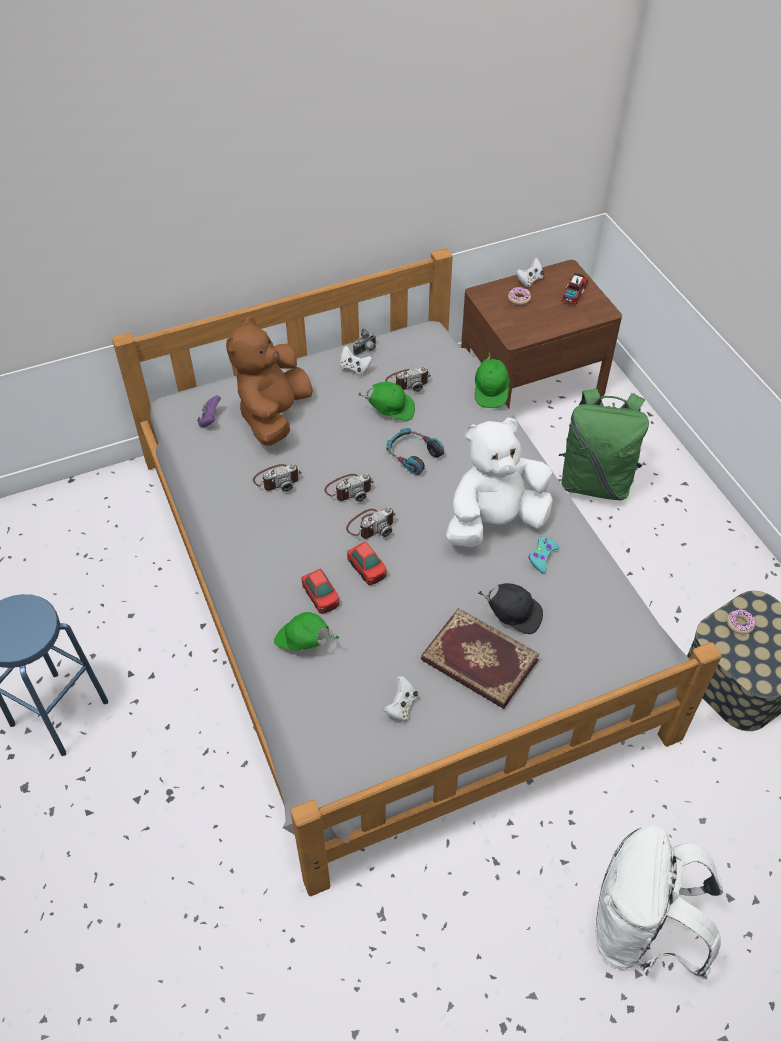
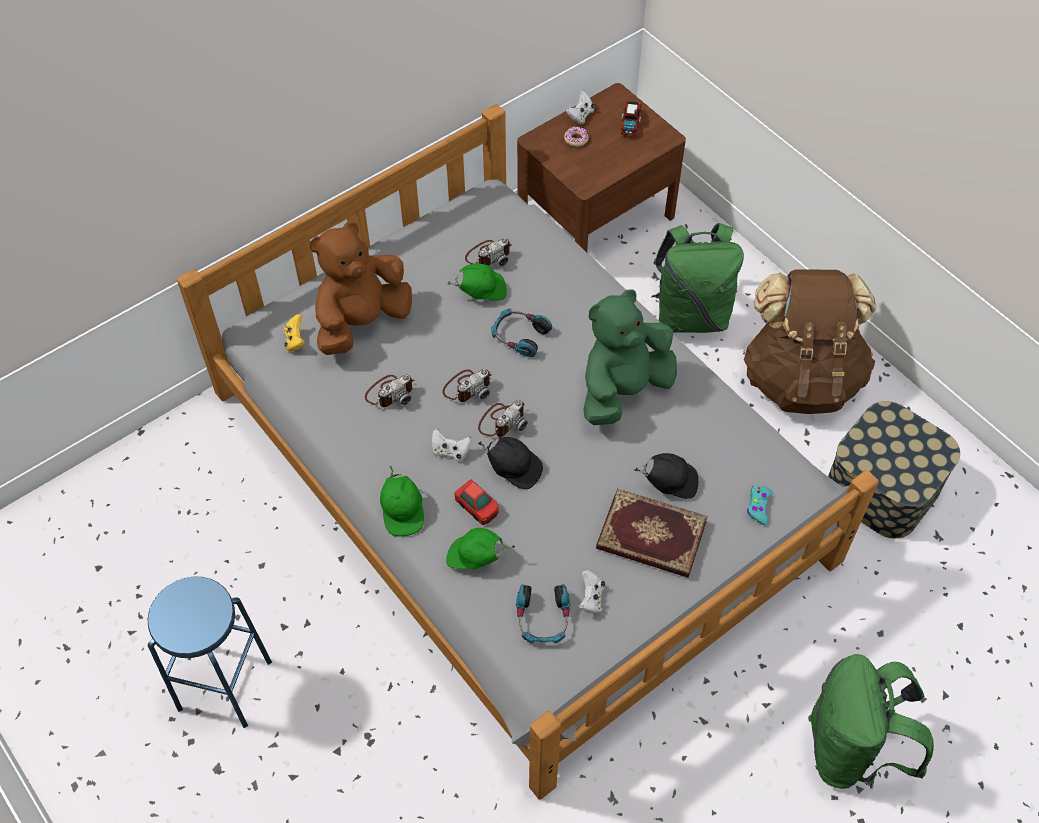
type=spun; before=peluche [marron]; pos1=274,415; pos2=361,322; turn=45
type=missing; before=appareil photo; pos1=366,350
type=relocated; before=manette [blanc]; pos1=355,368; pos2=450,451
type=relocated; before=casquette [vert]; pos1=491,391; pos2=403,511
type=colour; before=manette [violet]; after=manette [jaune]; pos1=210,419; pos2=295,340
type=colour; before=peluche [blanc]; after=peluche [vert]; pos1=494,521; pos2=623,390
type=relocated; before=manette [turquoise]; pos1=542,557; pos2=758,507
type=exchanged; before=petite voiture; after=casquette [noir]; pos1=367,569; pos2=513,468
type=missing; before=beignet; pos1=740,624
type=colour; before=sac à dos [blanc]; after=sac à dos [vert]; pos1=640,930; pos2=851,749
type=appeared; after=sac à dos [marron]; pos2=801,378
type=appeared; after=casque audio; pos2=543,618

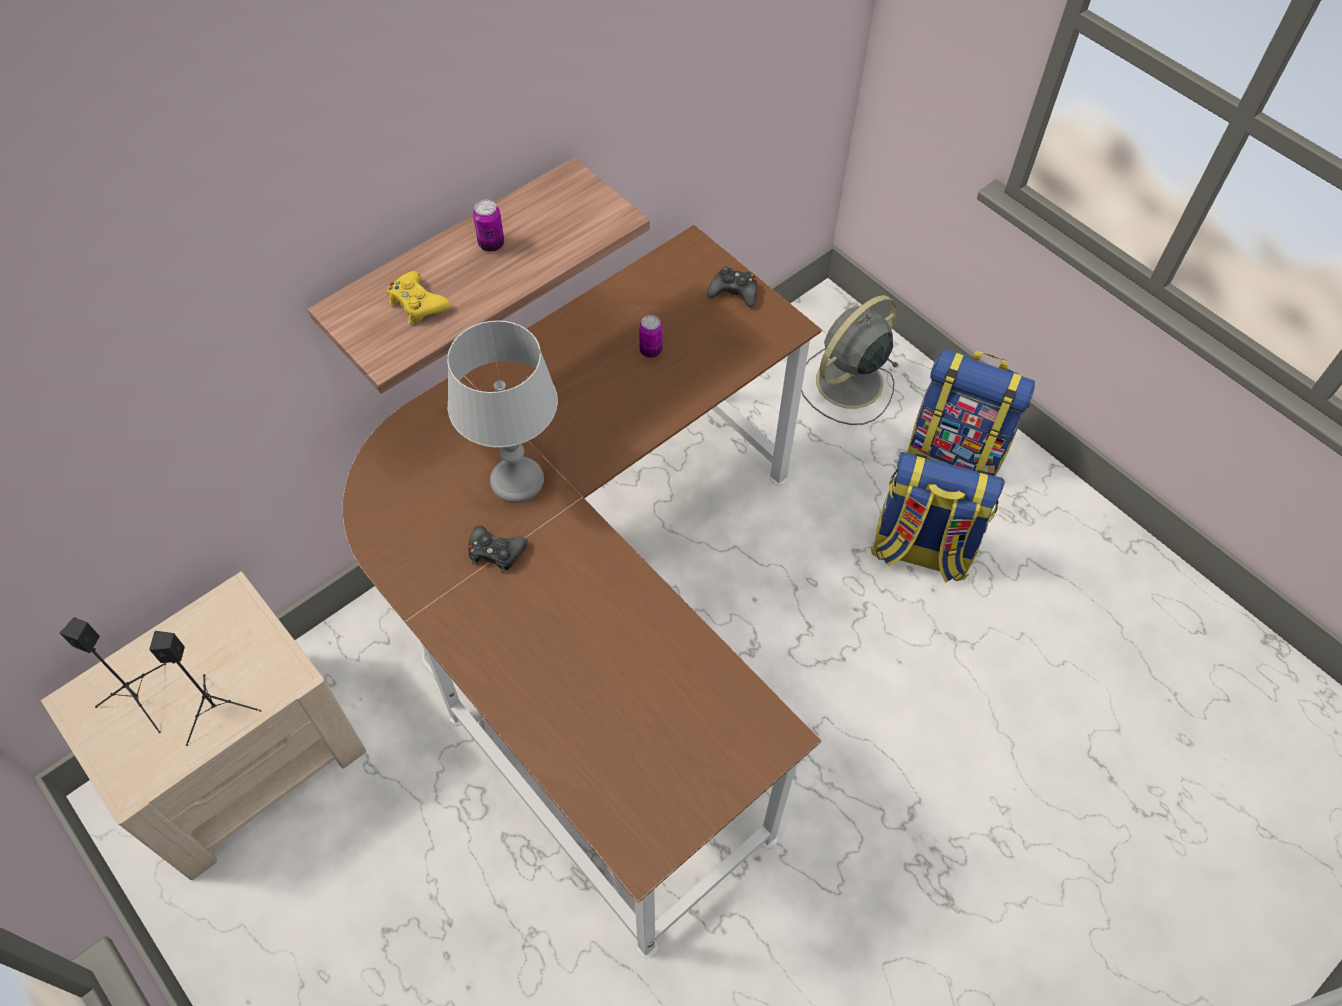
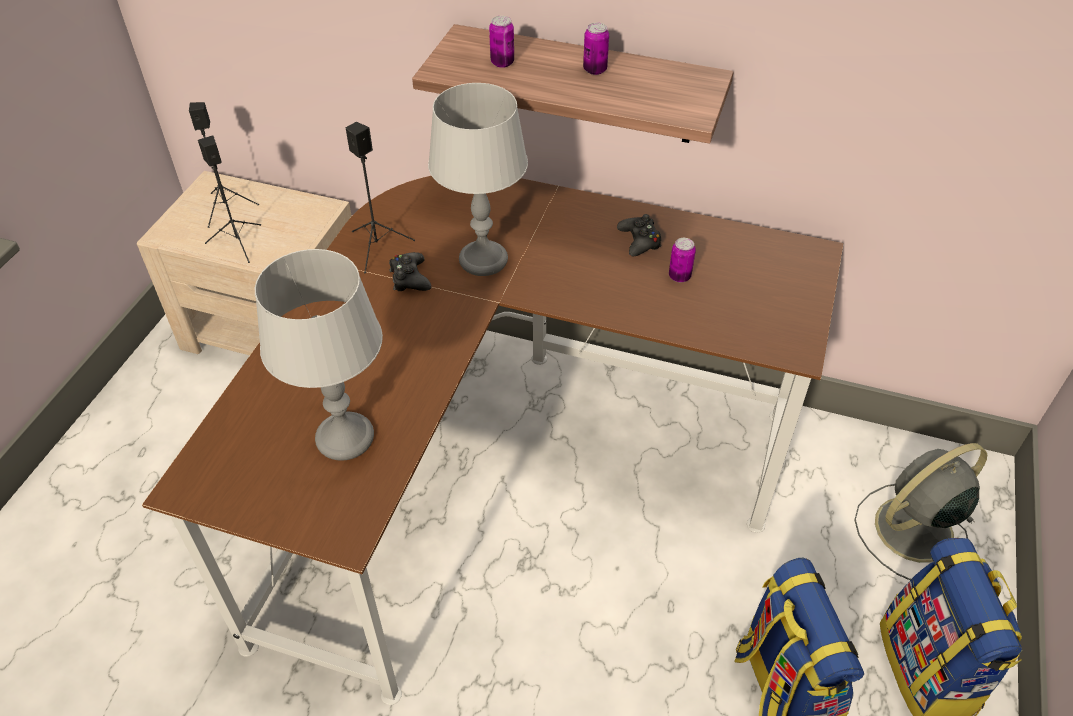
type=relocated; before=manette [noir]; pos1=734,292; pos2=639,241
type=exchanged; before=manette [jaune]; after=boîte métallique; pos1=417,304; pos2=502,63
type=spun; before=ventilateur [gris]; pos1=847,384; pos2=911,531; turn=-45
type=appeared; after=enceinte [noir]; pos2=378,247
type=appeared; after=lampe de table [gris]; pos2=345,438

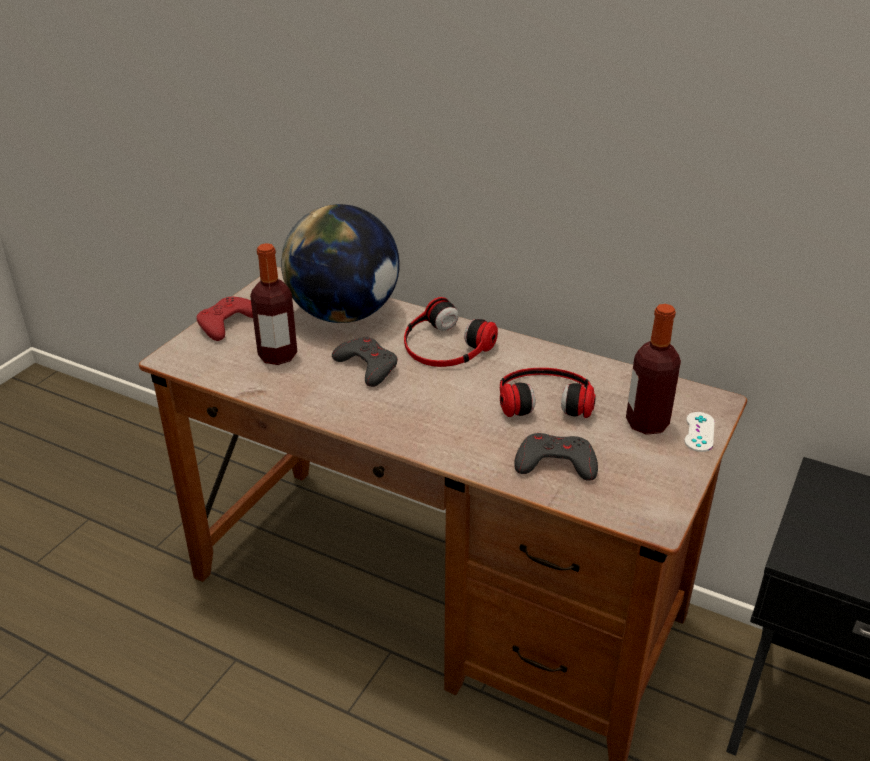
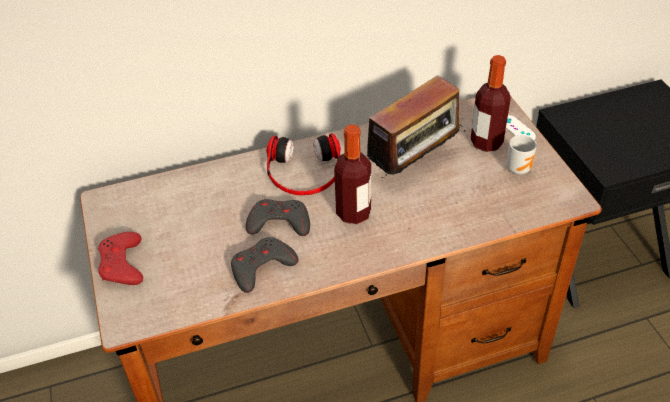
type=missing; before=globe; pos1=344,314
type=relocated; before=bouteille; pos1=277,356; pos2=353,213
type=exchanged; before=casque audio; after=radio; pos1=544,398; pos2=414,165
type=relocated; before=manette [gris]; pos1=555,463; pos2=262,267
type=appeared; after=mug; pos2=519,168

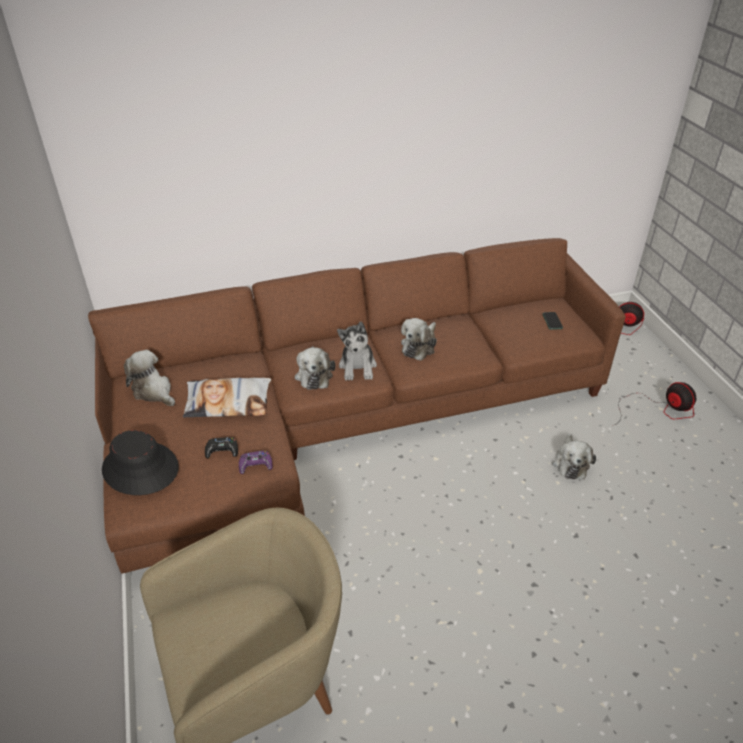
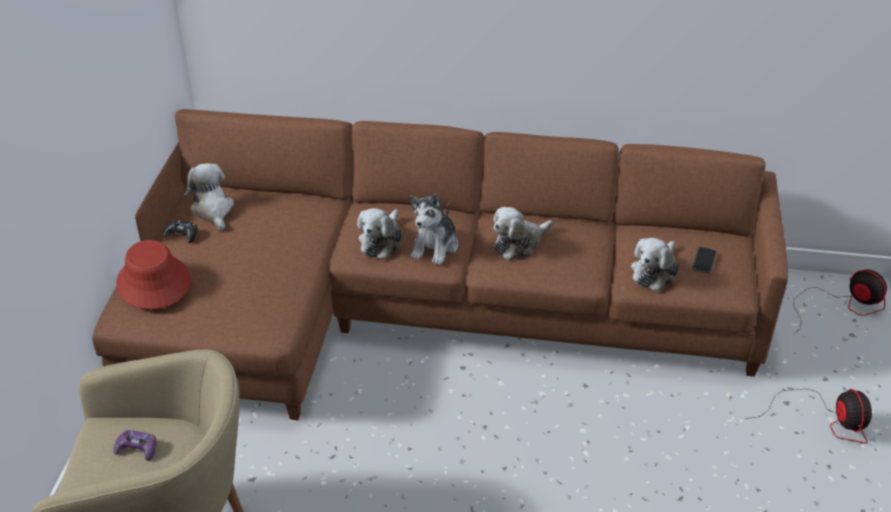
type=missing; before=coussin; pos1=228,402
type=colour; before=chapeau [noir]; after=chapeau [rouge]; pos1=140,469; pos2=153,282
type=relocated; before=peluche; pos1=570,463; pos2=654,272
type=relocated; before=manette [noir]; pos1=222,451; pos2=182,234
type=relocated; before=manette [violet]; pos1=255,465; pos2=137,449

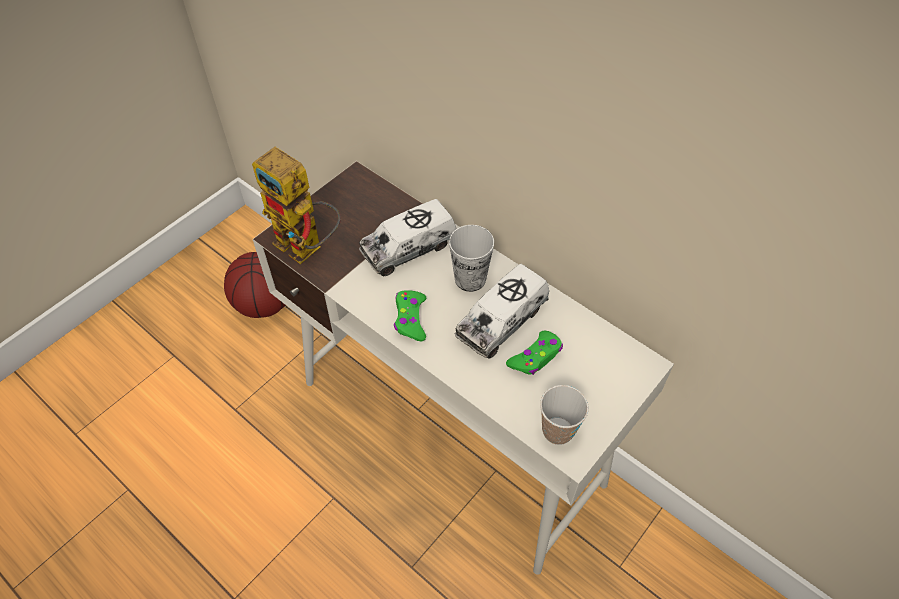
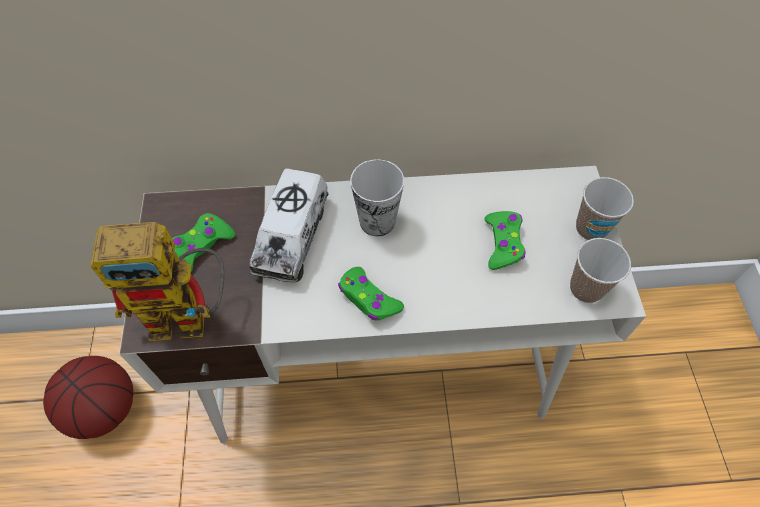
type=missing; before=camion jouet; pos1=502,321
type=appeared; after=tasse; pos2=591,228
type=appeared; after=manette [vert]; pos2=201,246

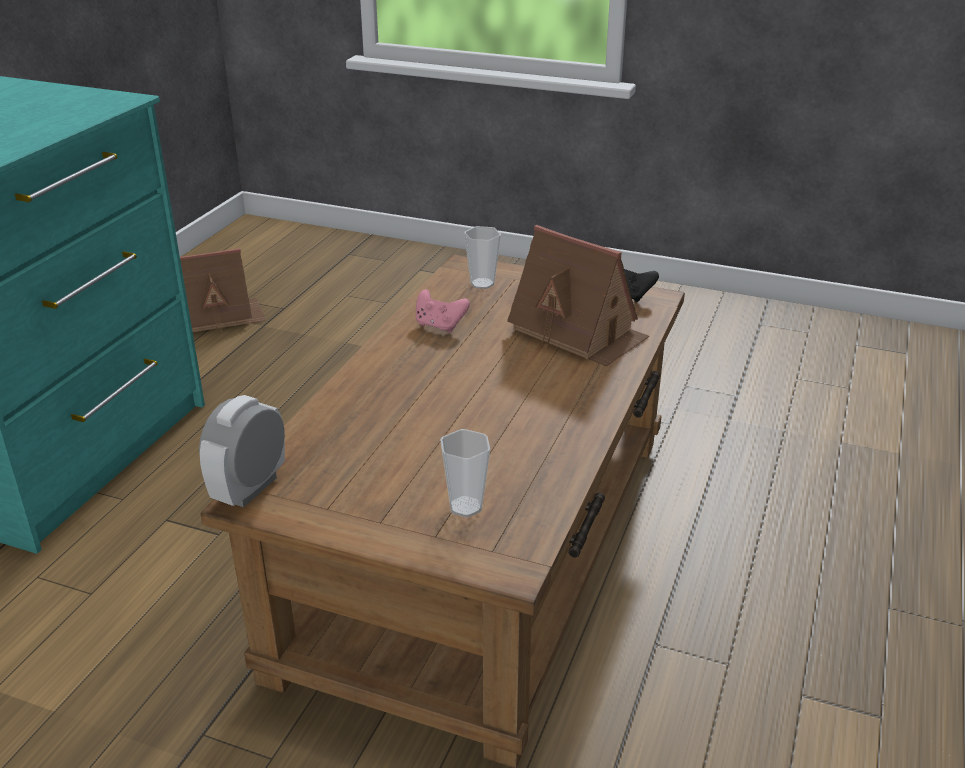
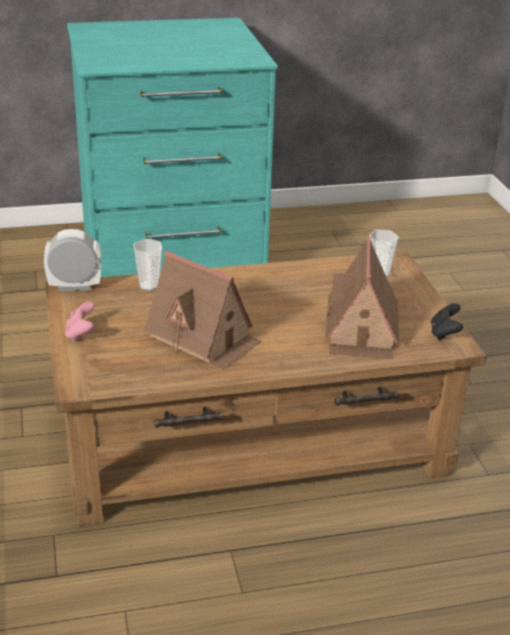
type=relocated; before=maison miniature; pos1=219,316; pos2=203,338
type=relocated; before=manette [rose]; pos1=439,326; pos2=80,334
type=relocated; before=tasse; pos1=465,507; pos2=149,286

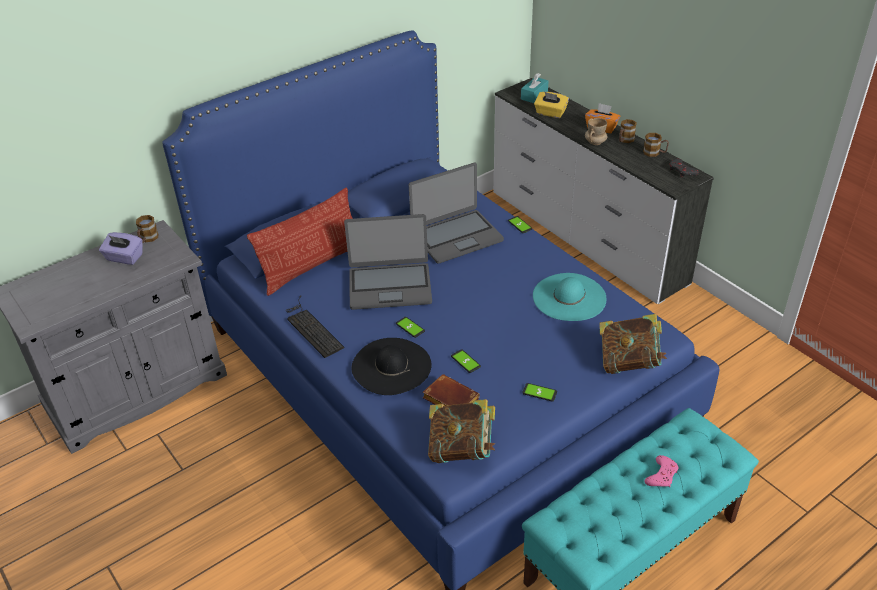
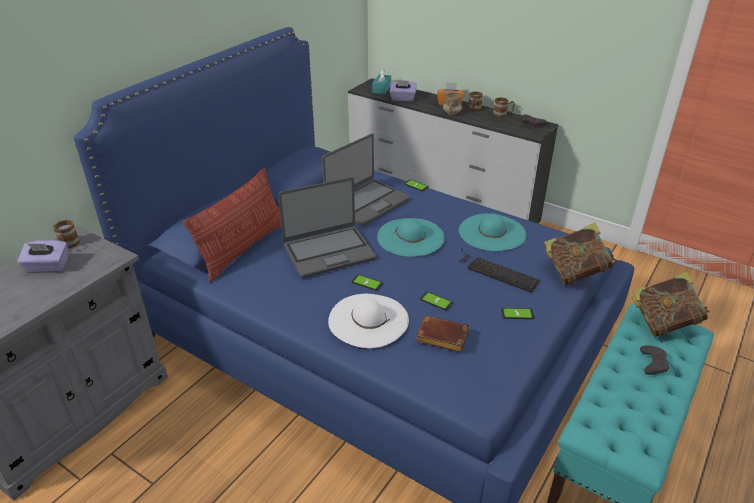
type=colour; before=boîte à mouchoirs [jaune]; after=boîte à mouchoirs [violet]; pos1=550,113; pos2=402,99
type=relocated; before=clavier; pos1=311,328; pos2=495,271
type=colour; before=chapeau [noir]; after=chapeau [blanc]; pos1=391,366; pos2=368,320
type=relocated; before=livre; pos1=462,449; pos2=663,323
type=colour; before=manette [rose]; after=manette [gris]; pos1=661,475; pos2=653,363
type=appeared; after=chapeau [turquoise]; pos2=411,237

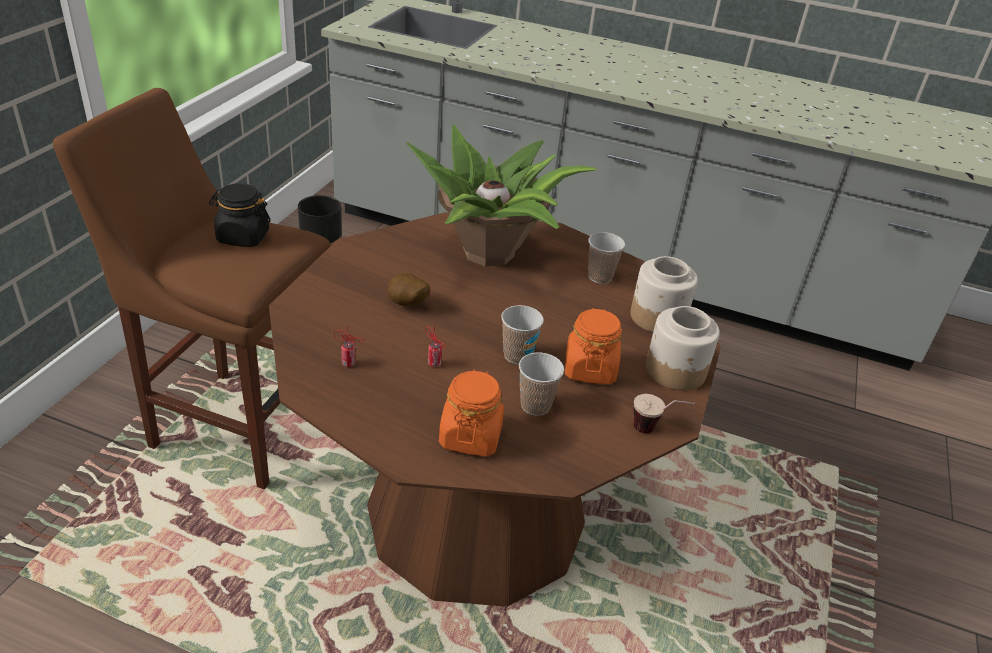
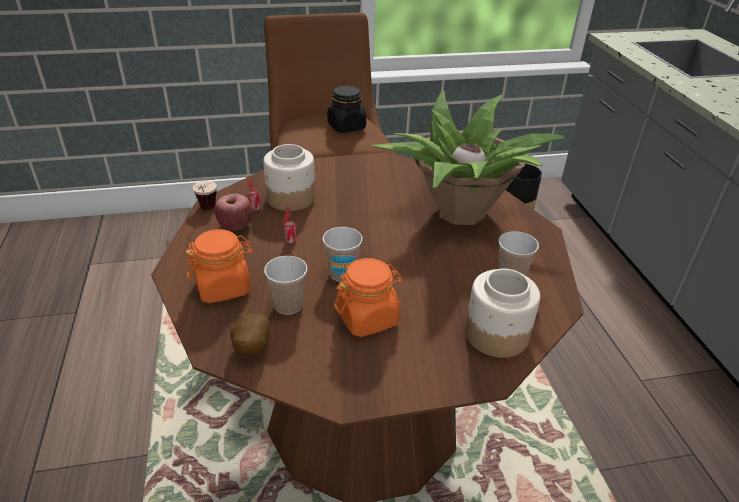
type=relocated; before=pomme de terre; pos1=407,305; pos2=251,349
type=relocated; before=bocal; pos1=676,371; pos2=290,198
type=relocated; before=tasse; pos1=655,431; pos2=207,211
type=appeared; after=pomme; pos2=235,226

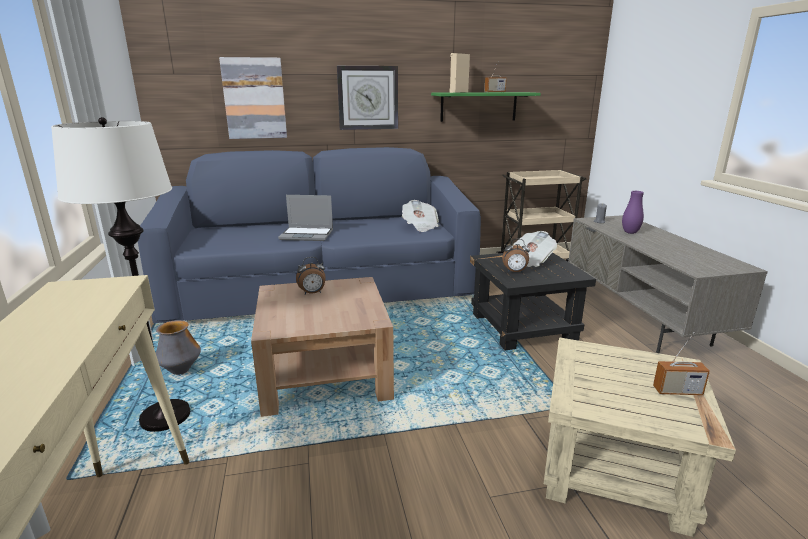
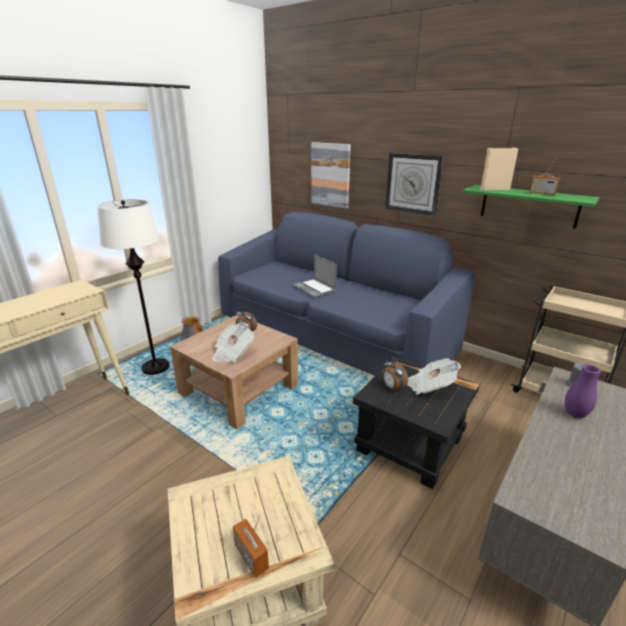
type=relocated; before=journal; pos1=420,226; pos2=232,353

